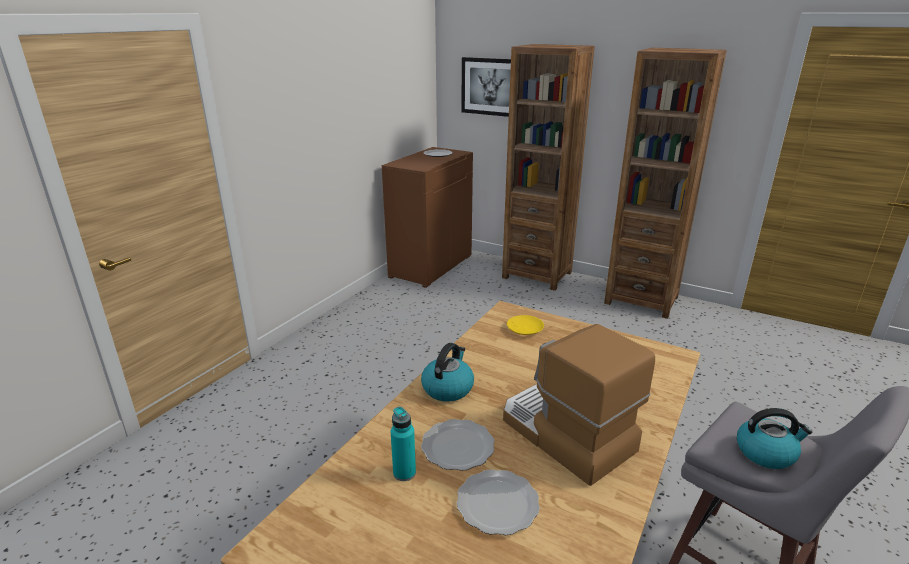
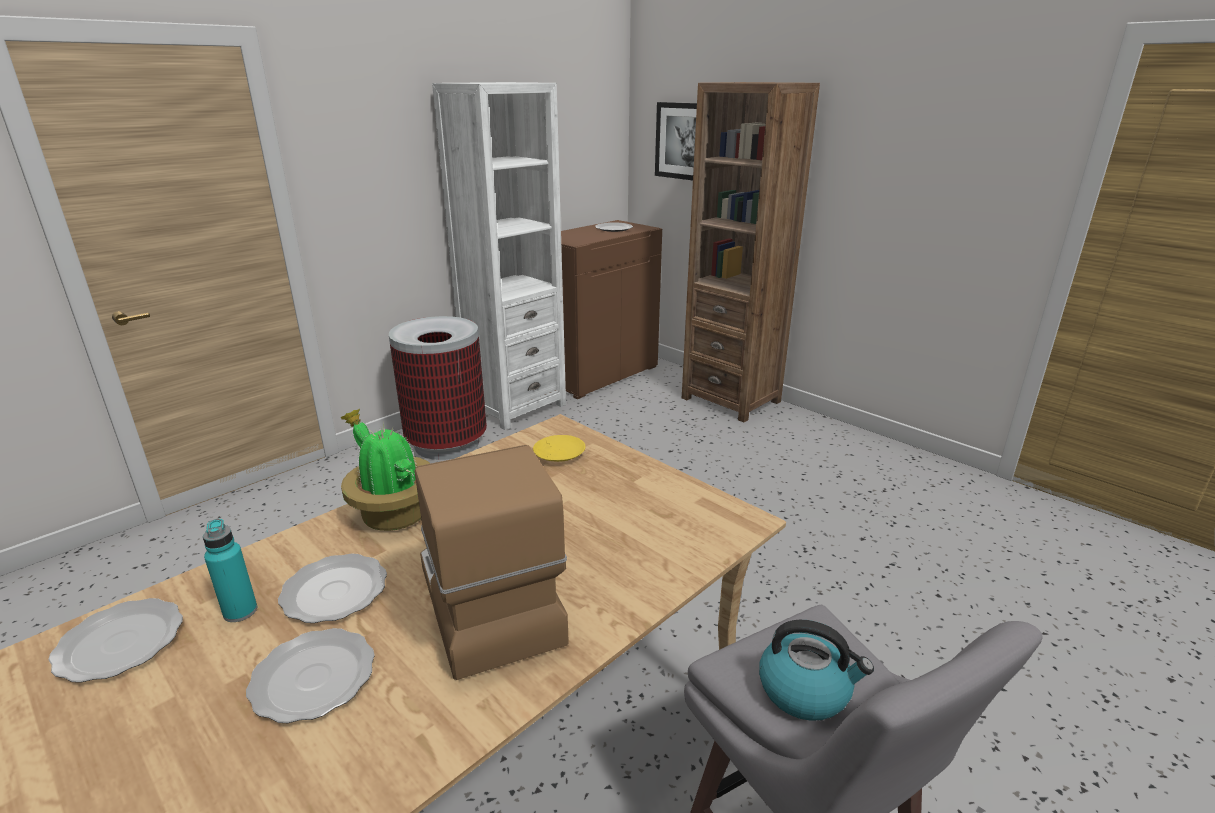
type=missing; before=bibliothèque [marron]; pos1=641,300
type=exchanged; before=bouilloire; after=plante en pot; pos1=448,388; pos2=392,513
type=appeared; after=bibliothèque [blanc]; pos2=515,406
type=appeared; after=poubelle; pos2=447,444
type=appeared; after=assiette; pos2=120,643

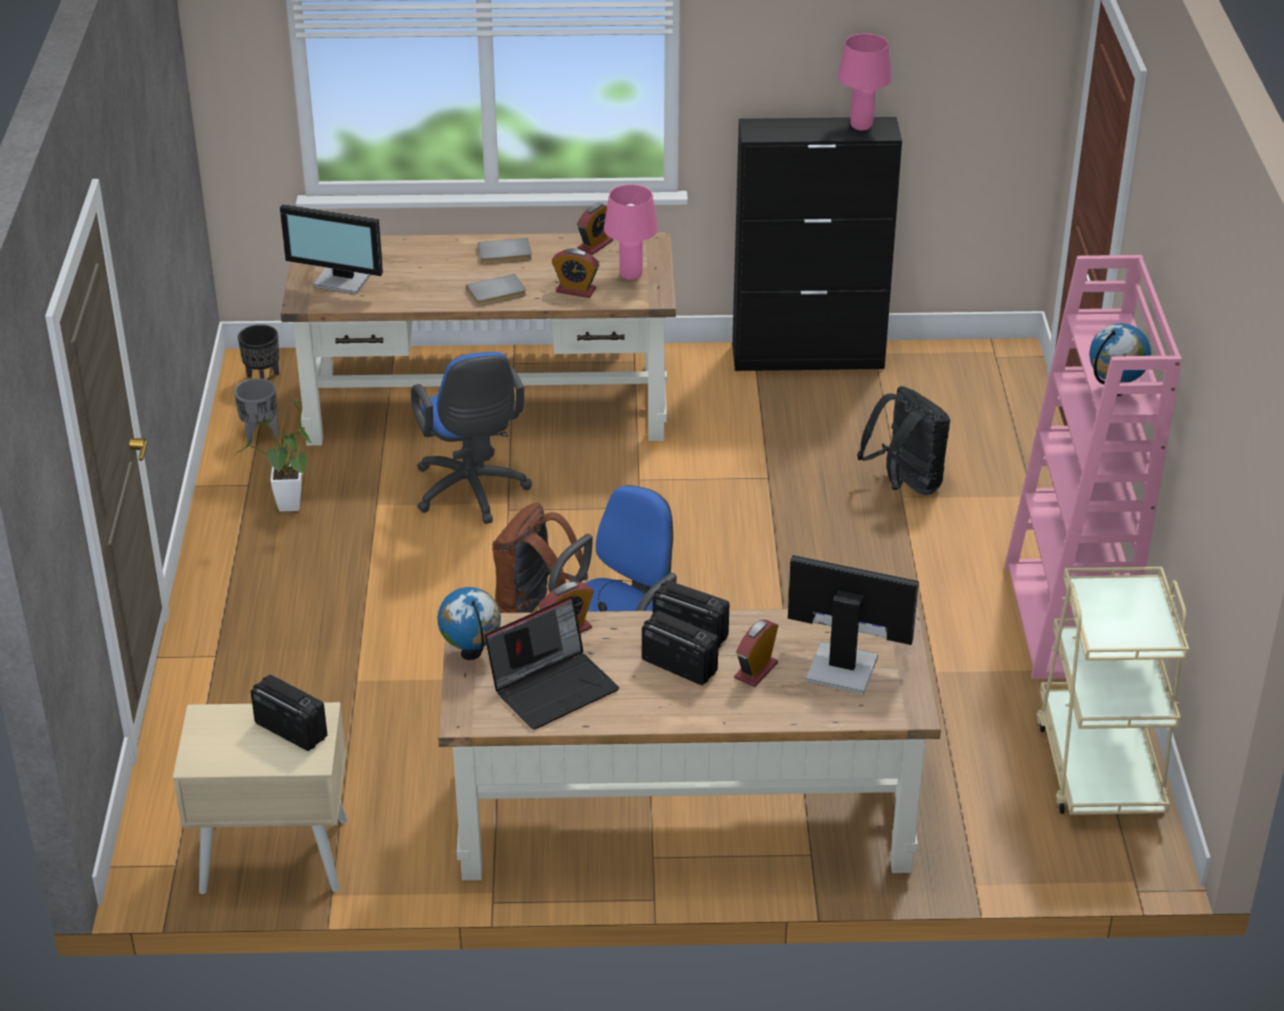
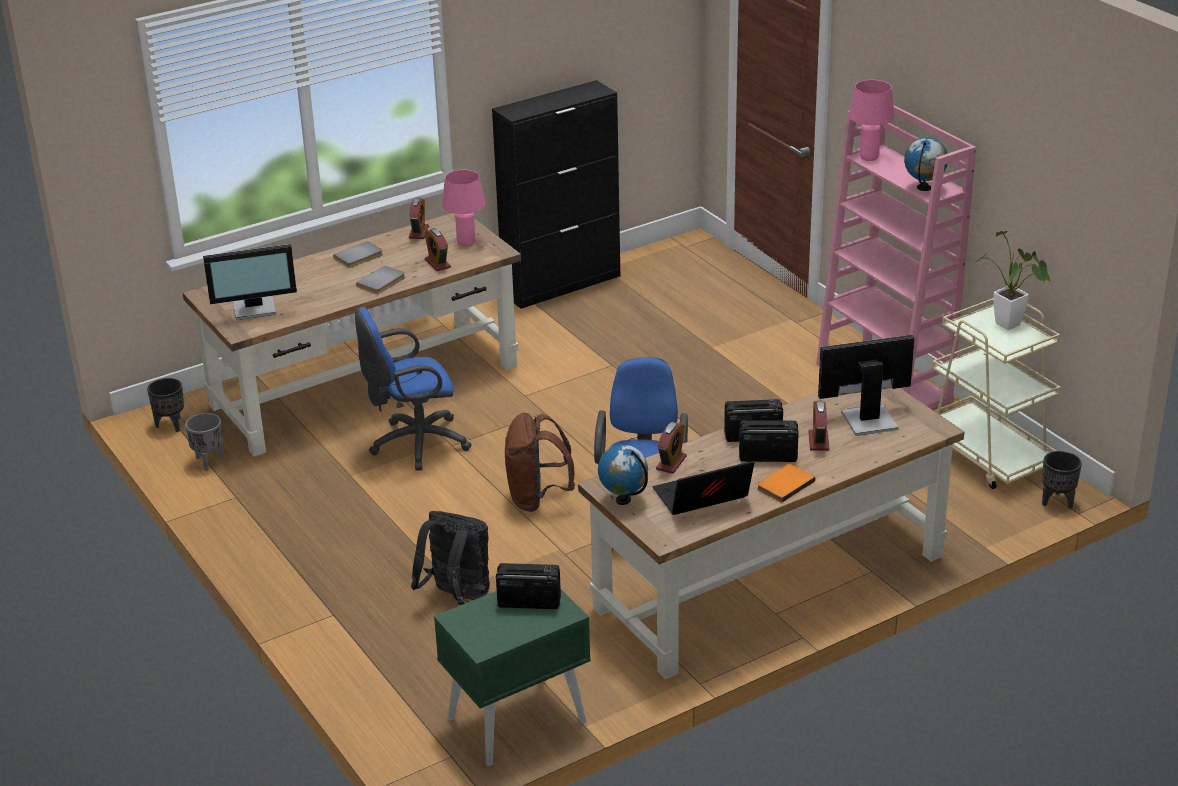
type=relocated; before=lampe de table [rose]; pos1=861,126; pos2=868,157
type=spun; before=réveil; pos1=576,290; pos2=437,263; turn=75
type=spun; before=chaise de bureau [bleu]; pos1=472,493; pos2=414,444; turn=120
type=relocated; before=sac à dos [noir]; pos1=905,484; pos2=456,597
type=relocated; before=plante en pot; pos1=289,509; pos2=1011,327
type=spun; before=ordinateur portable; pos1=554,686; pos2=701,498; turn=-135
type=colour; before=table de chevet [beige]; after=table de chevet [vert]; pos1=273,855; pos2=516,720
type=appeared; after=cache-pot [noir]; pos2=1057,502
type=appeared; after=livre [orange]; pos2=784,484

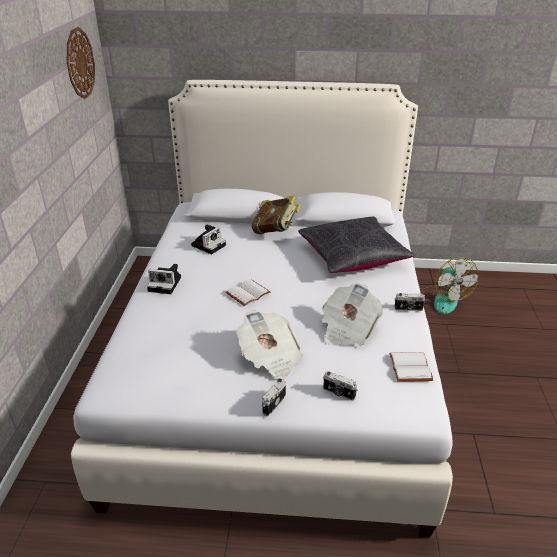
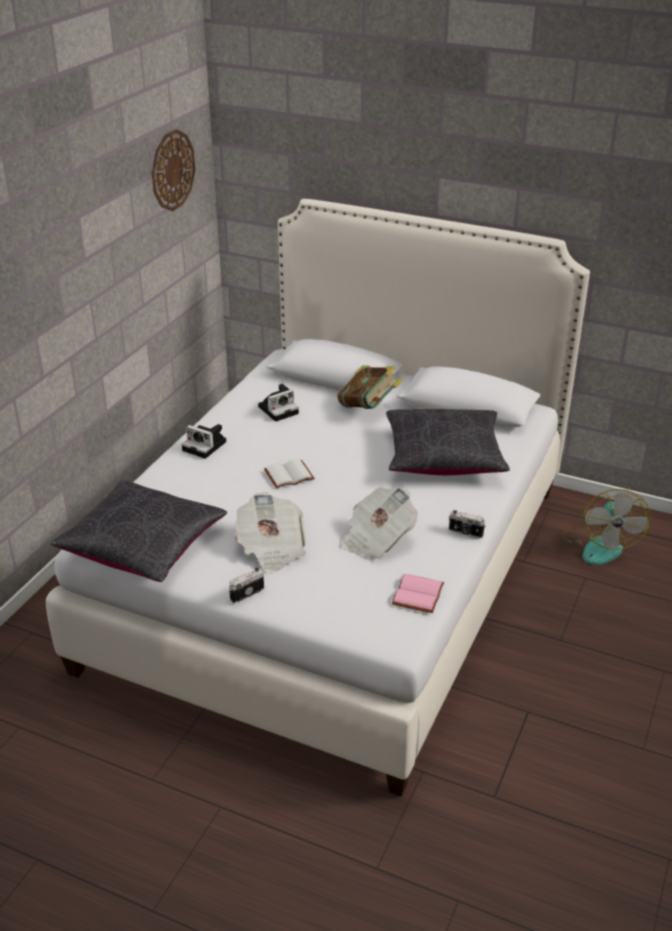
type=colour; before=livre [blanc]; after=livre [rose]; pos1=411,368; pos2=419,595
type=missing; before=appareil photo; pos1=338,393
type=appeared; after=coussin [noir]; pos2=142,546

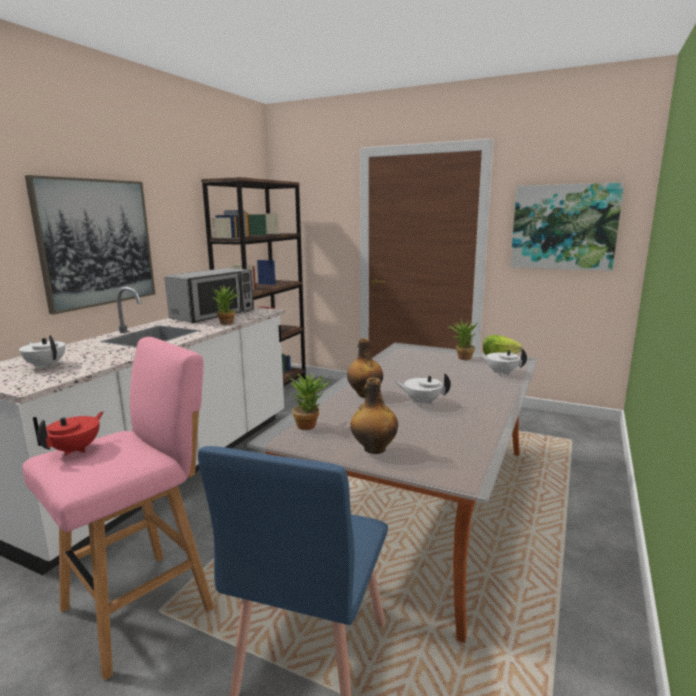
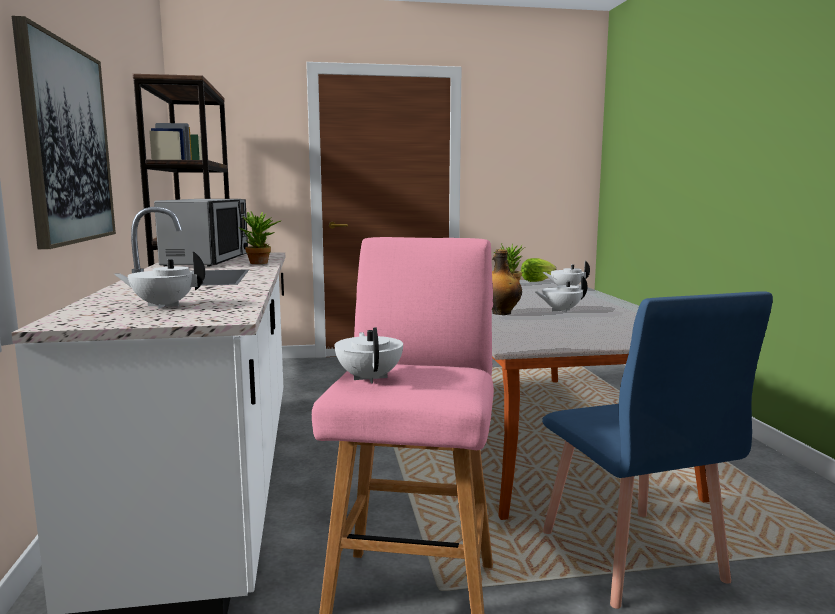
type=missing; before=tableau; pos1=563,227
type=missing; before=plante en pot; pos1=309,425
type=missing; before=bouteille; pos1=373,449
type=colour; before=théière [rouge]; after=théière [blanc]; pos1=76,449; pos2=370,378

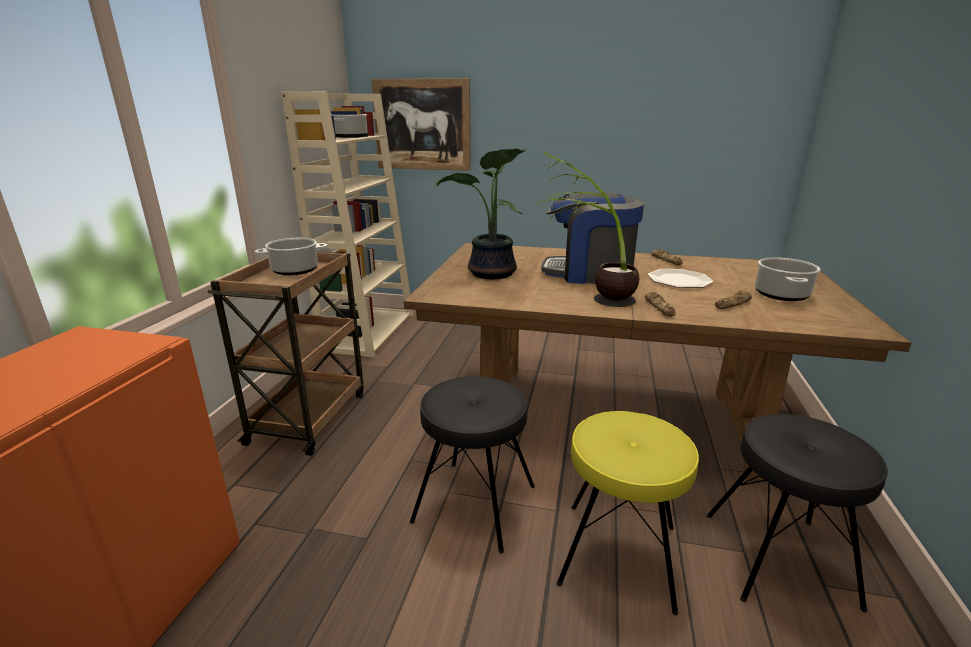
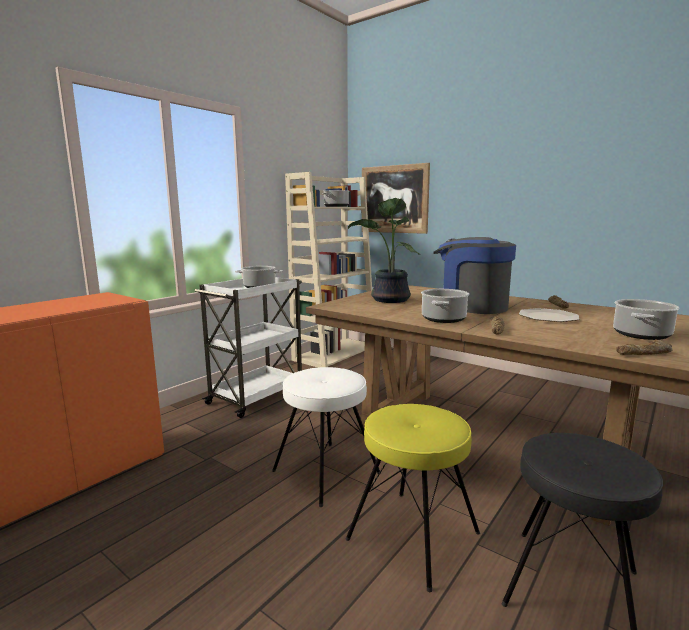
type=exchanged; before=plante en pot; after=marmite; pos1=589,299; pos2=444,319
type=colour; before=chariot [marron]; after=chariot [blanc]; pos1=309,416; pos2=257,396
type=relocated; before=pain; pos1=733,304; pos2=645,353
type=colour; before=tabouret [noir]; after=tabouret [blanc]; pos1=474,503; pos2=325,472

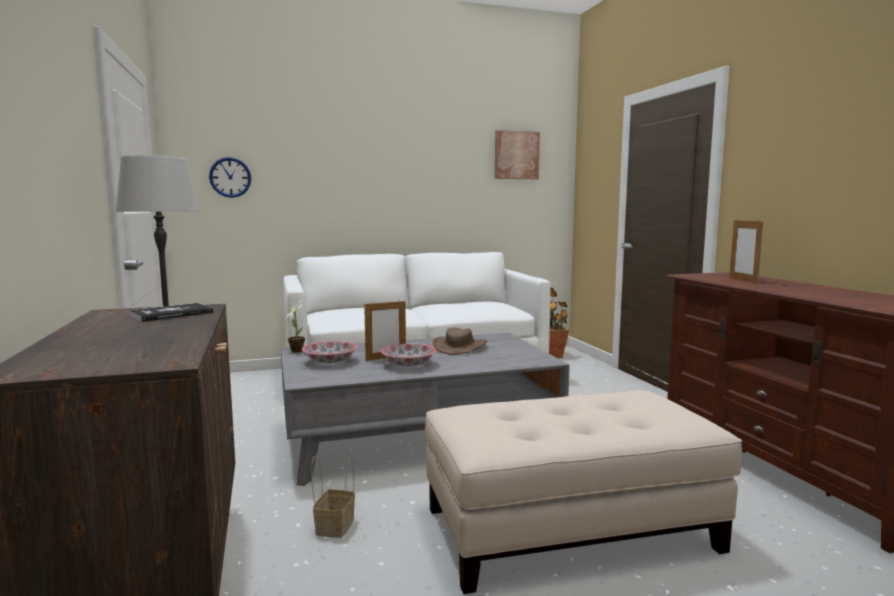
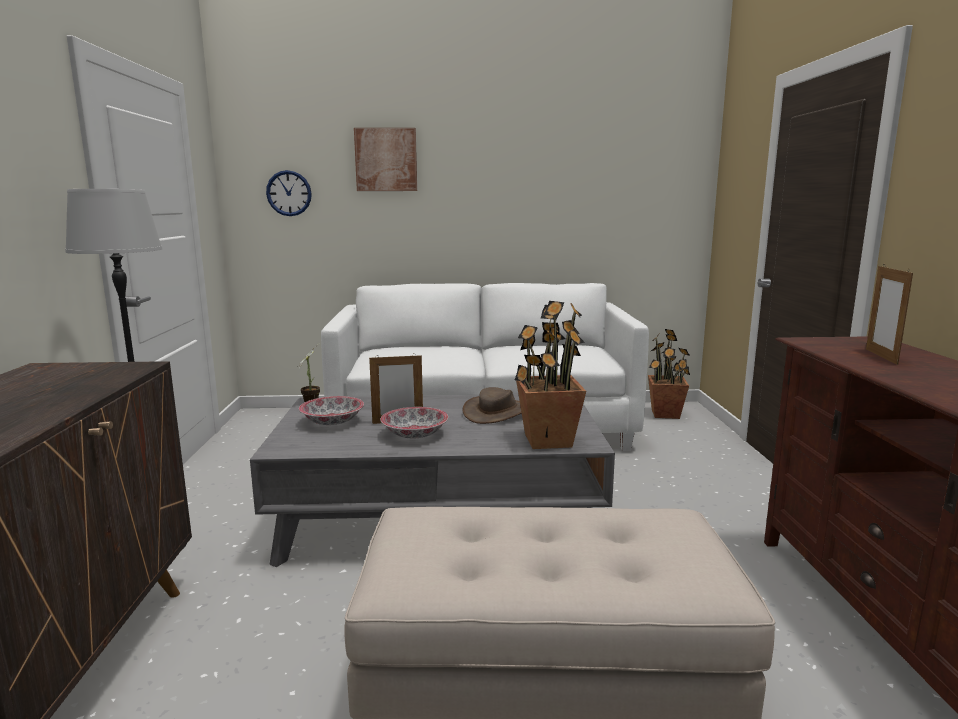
type=relocated; before=tableau; pos1=516,155; pos2=386,160
type=missing; before=livre; pos1=171,314
type=missing; before=panier; pos1=334,525
type=appeared; after=plante en pot; pos2=547,440

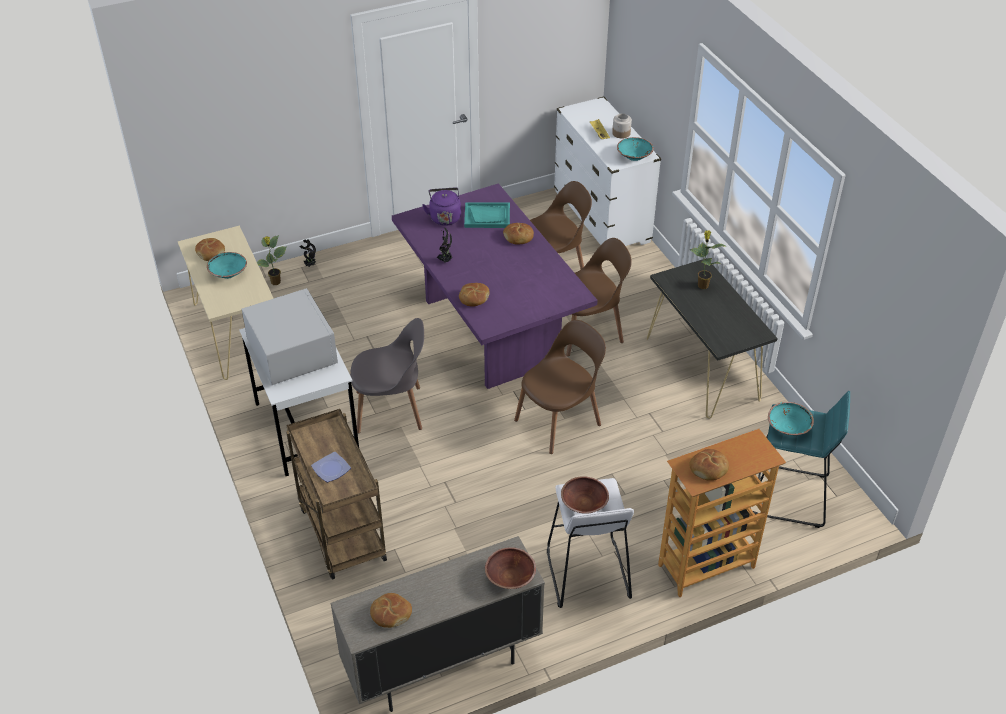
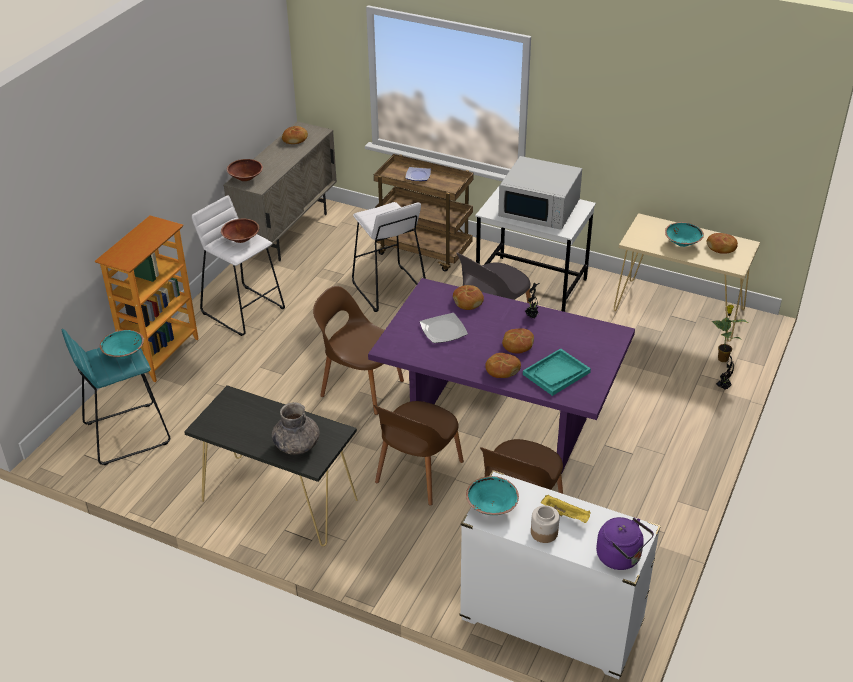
type=relocated; before=bouilloire [violet]; pos1=444,217; pos2=621,557
type=exchanged; before=plante en pot; after=vase [gris]; pos1=702,285; pos2=296,445
type=spun; before=chaise [marron]; pos1=559,421; pos2=360,387; turn=105
type=relocated; before=pain; pos1=709,469; pos2=517,345
type=appeared; after=tabouret [blanc]; pos2=389,289
type=appeared; after=assiette; pos2=443,330

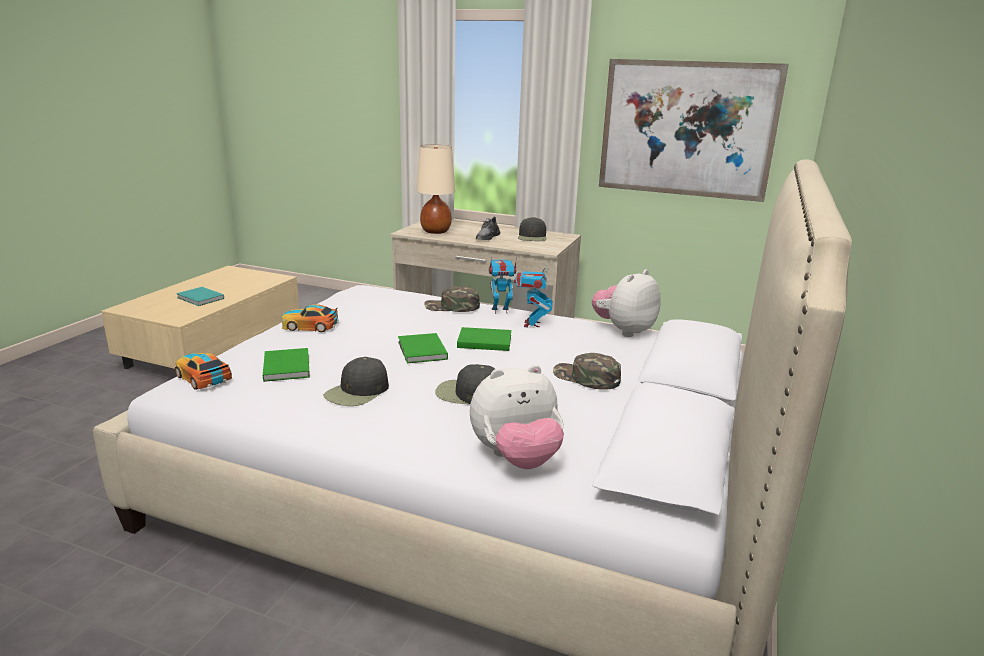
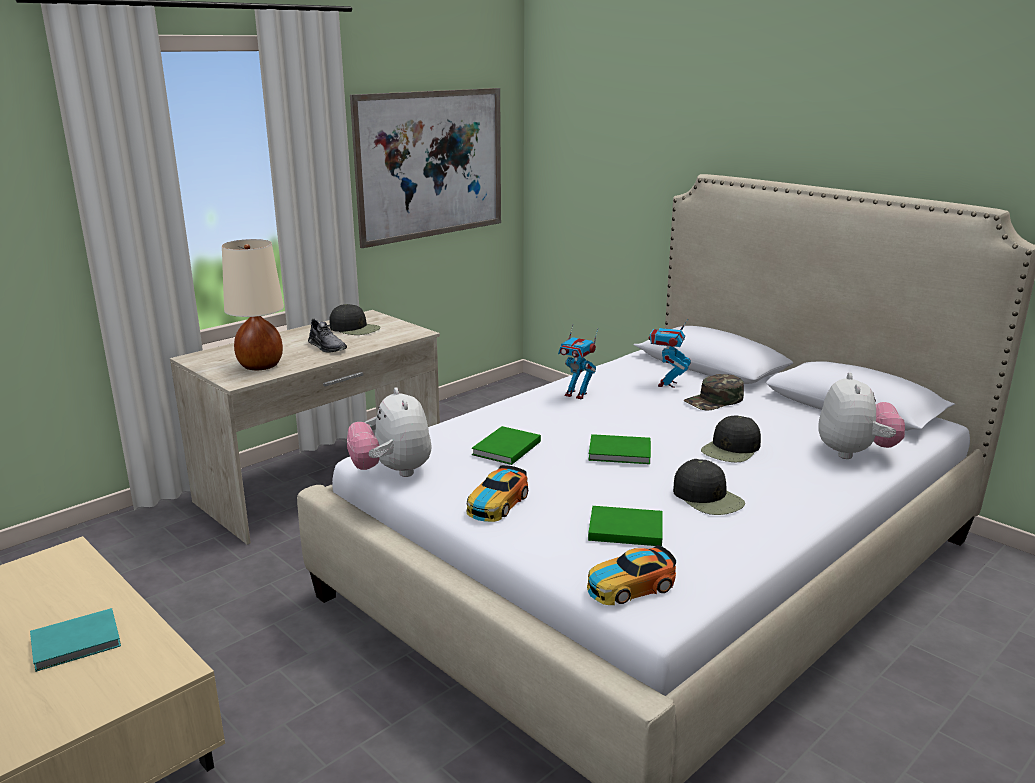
type=relocated; before=robot jouet; pos1=500,311; pos2=667,384
type=relocated; before=peluche; pos1=624,330; pos2=392,472
type=missing; before=casquette [vert]; pos1=452,307
type=relocated; before=livre [vert]; pos1=483,341; pos2=504,448

